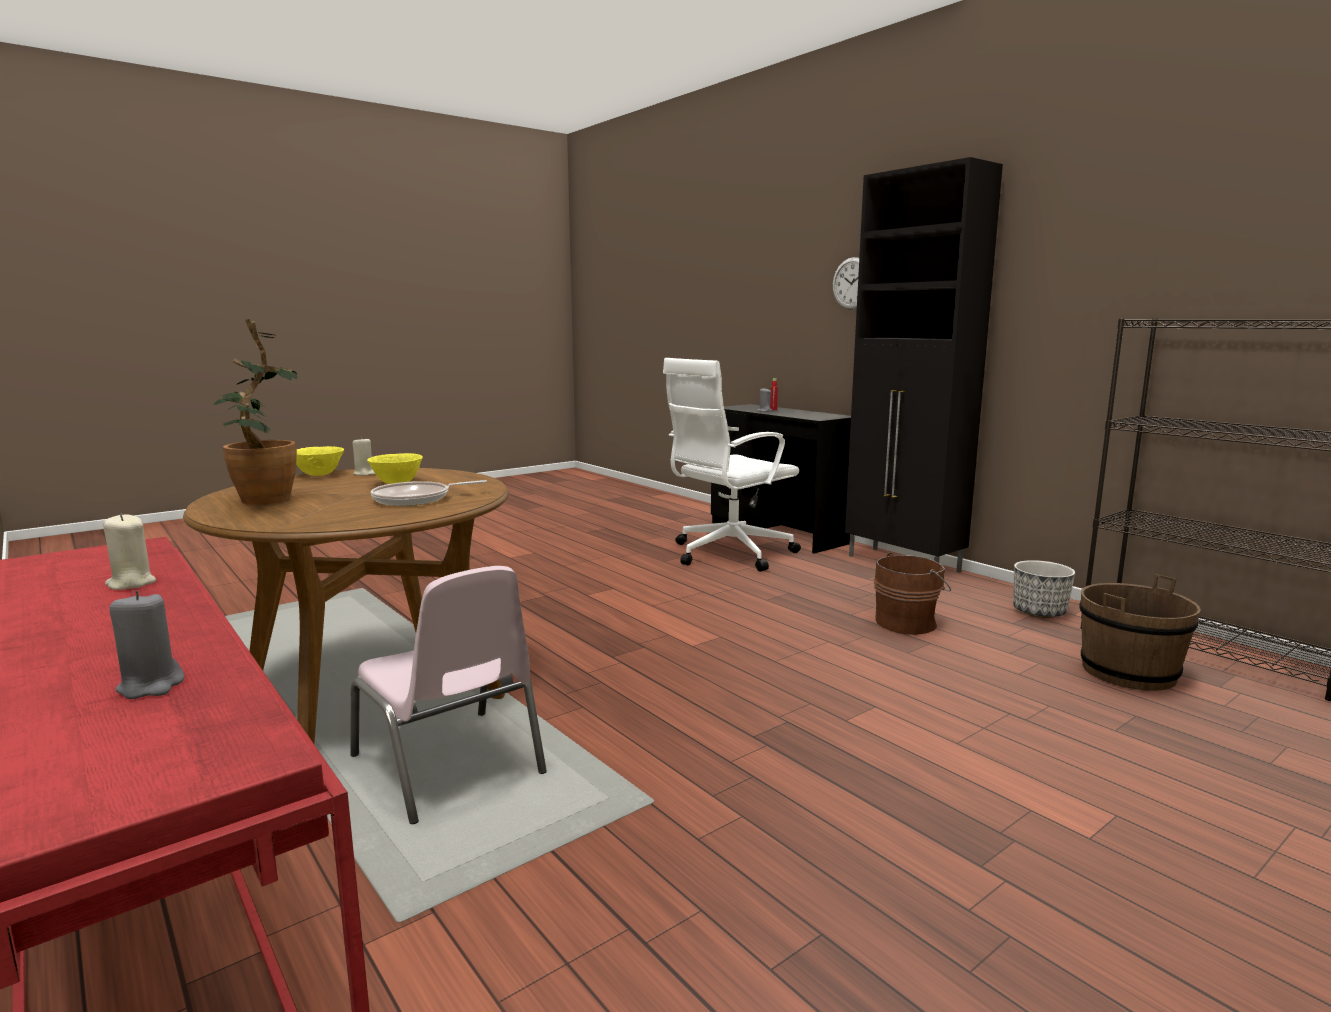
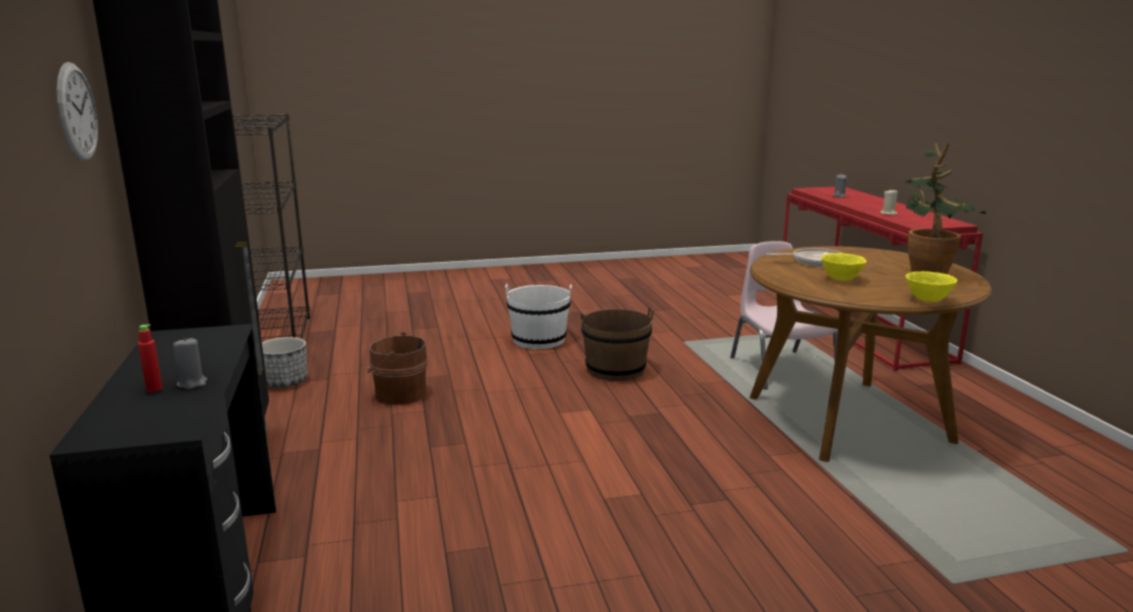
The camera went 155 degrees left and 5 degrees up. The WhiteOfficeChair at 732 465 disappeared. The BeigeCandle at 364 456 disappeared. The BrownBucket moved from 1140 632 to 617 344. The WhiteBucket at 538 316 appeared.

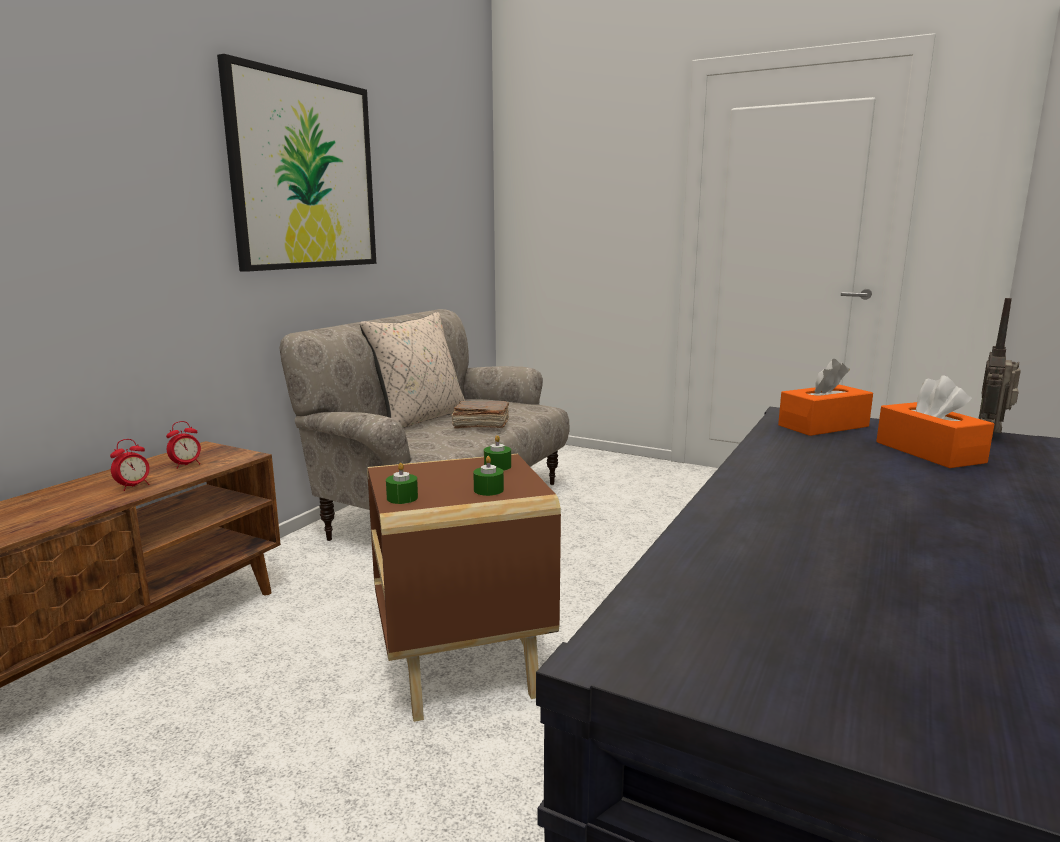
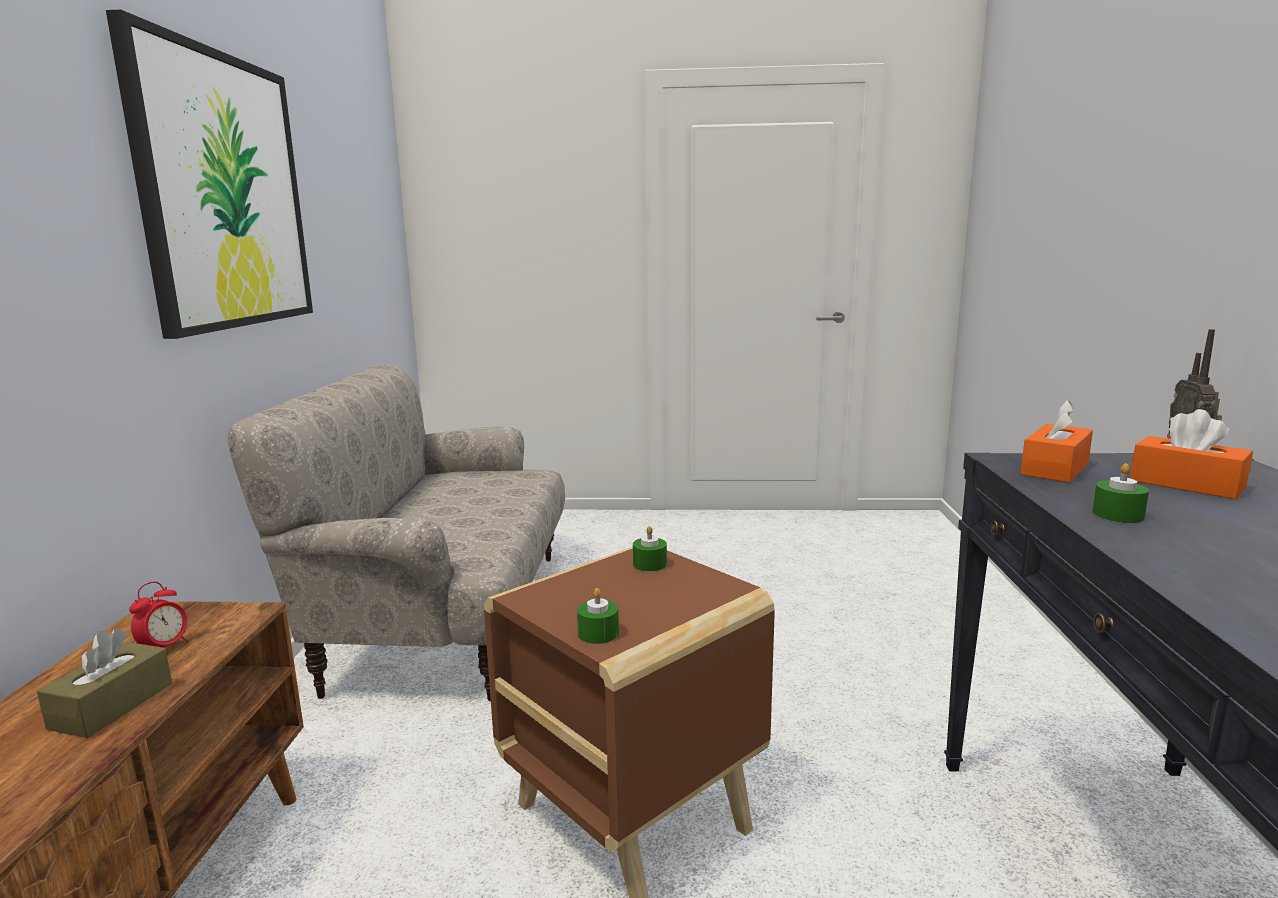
The camera went 25 degrees left and 0 degrees up. The BeigePillow at 412 370 disappeared. The BrownBook at 480 414 disappeared. The AlarmClock at 130 465 was replaced by the BrownTissueBox at 104 683. The GreenCandle moved from 488 476 to 1120 493.

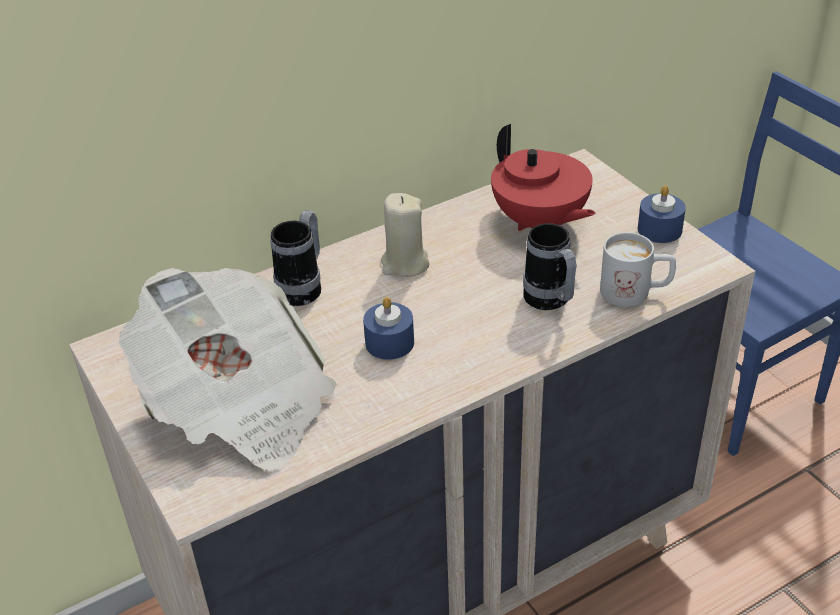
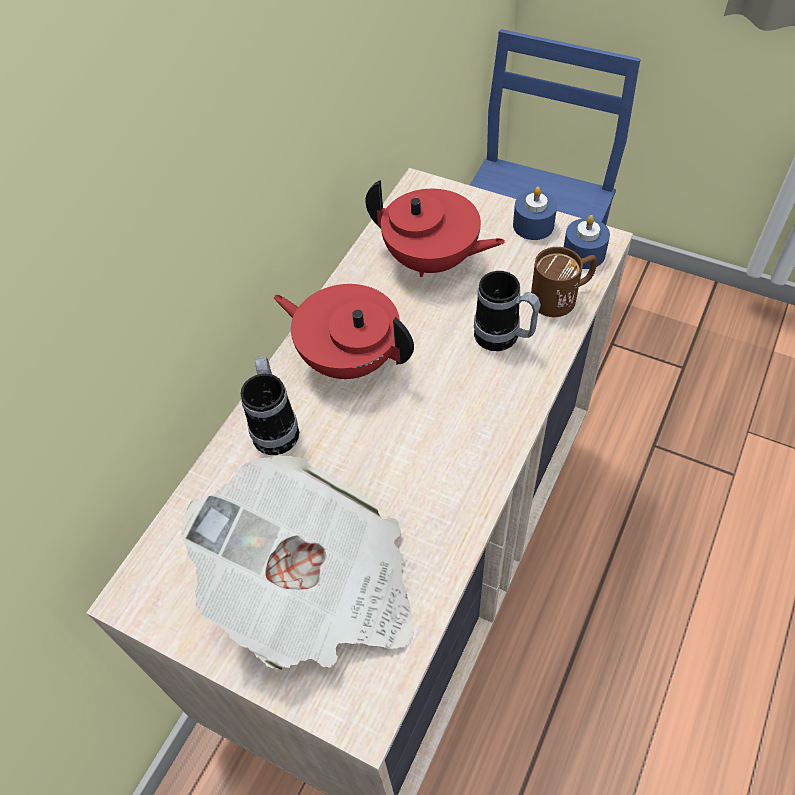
The camera went 30 degrees left and 15 degrees up. The BeigeCandle at 405 235 was replaced by the RedTeapot at 343 331. The WhiteMug at 638 269 became the BrownMug at 564 282. The BlueCandle moved from 388 328 to 587 242.

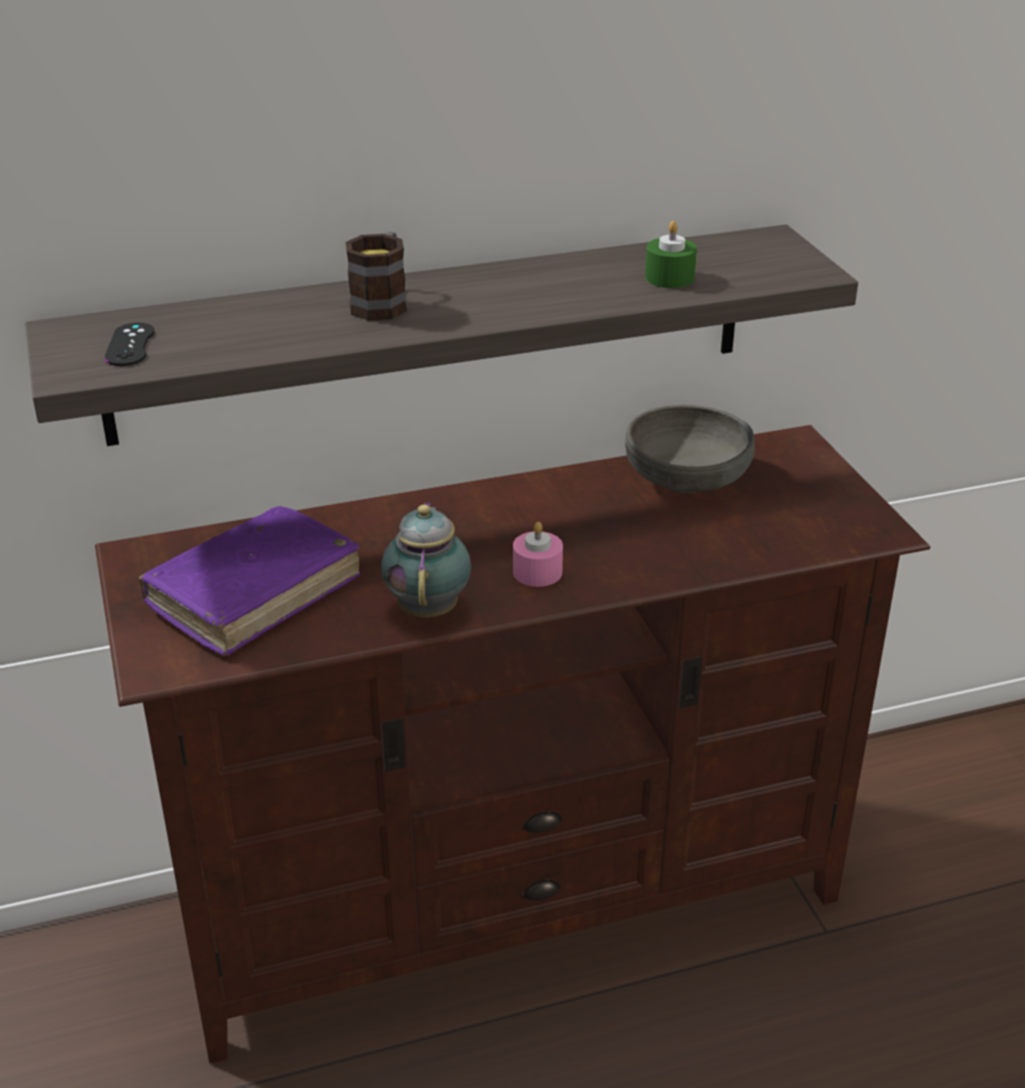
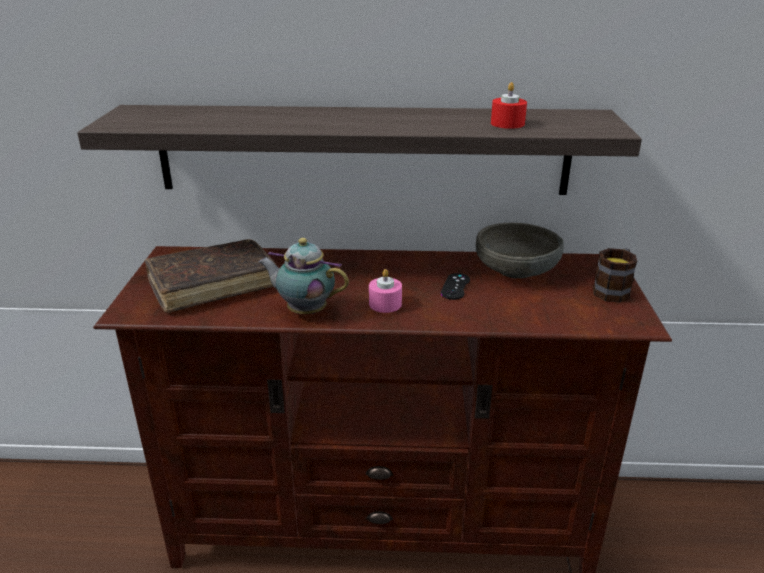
The camera went 20 degrees right and 5 degrees down. The GreenCandle at 671 254 became the RedCandle at 509 105. The Mug moved from 376 276 to 615 275. The BlackGameController moved from 130 344 to 455 286. The Teapot at 426 560 turned 90 degrees counterclockwise. The PurpleBook at 249 581 became the BrownBook at 210 276.

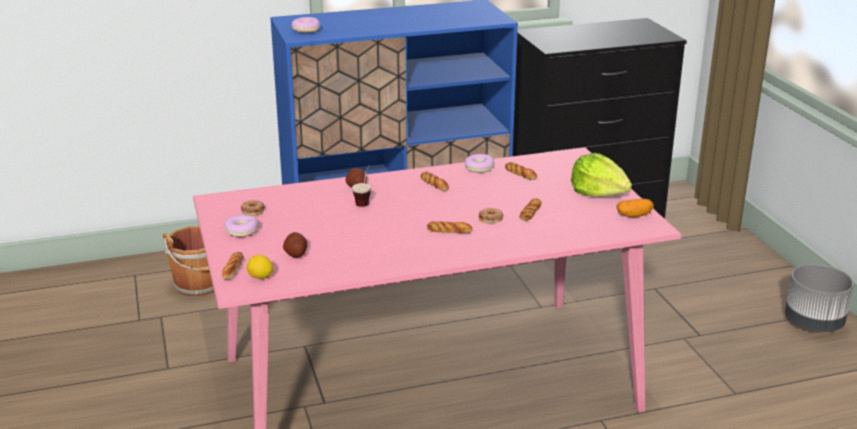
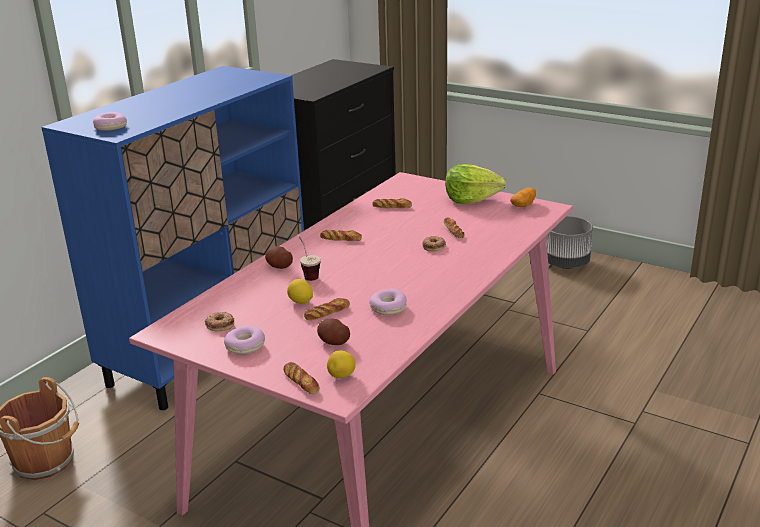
The camera went 40 degrees left and 0 degrees up. The Donut moved from 480 163 to 388 302. The Bread moved from 449 227 to 327 309. The Lemon at 300 291 appeared.

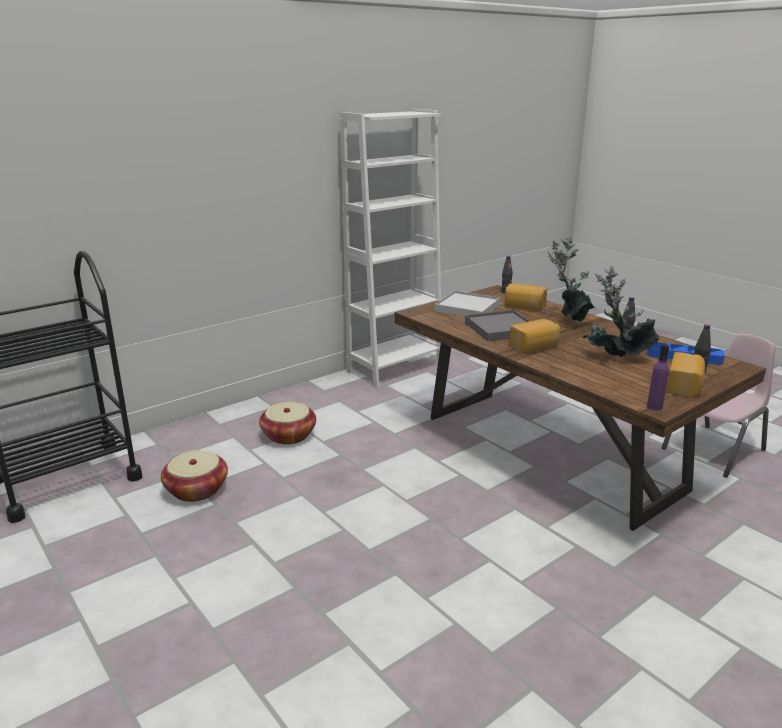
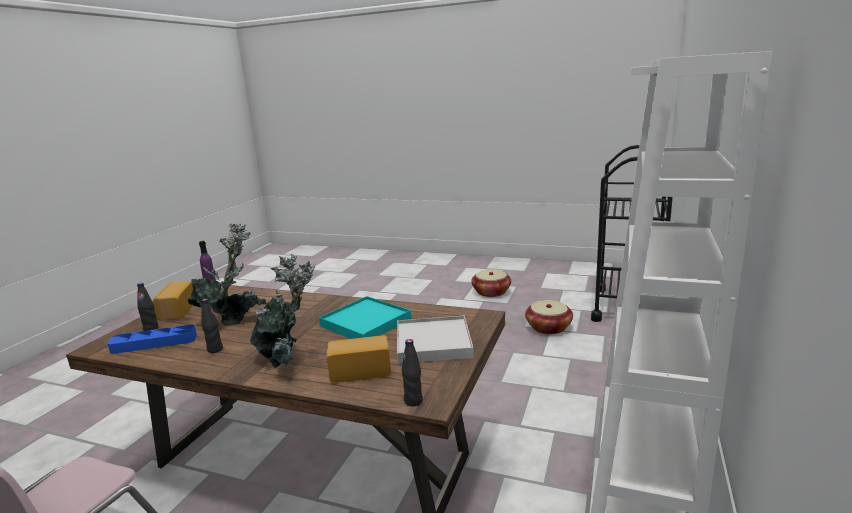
The camera went 150 degrees right and 5 degrees down. The GreyTray at 497 326 became the TurquoiseTray at 365 317. The Bread at 534 336 disappeared. The Basket moved from 287 423 to 491 283.

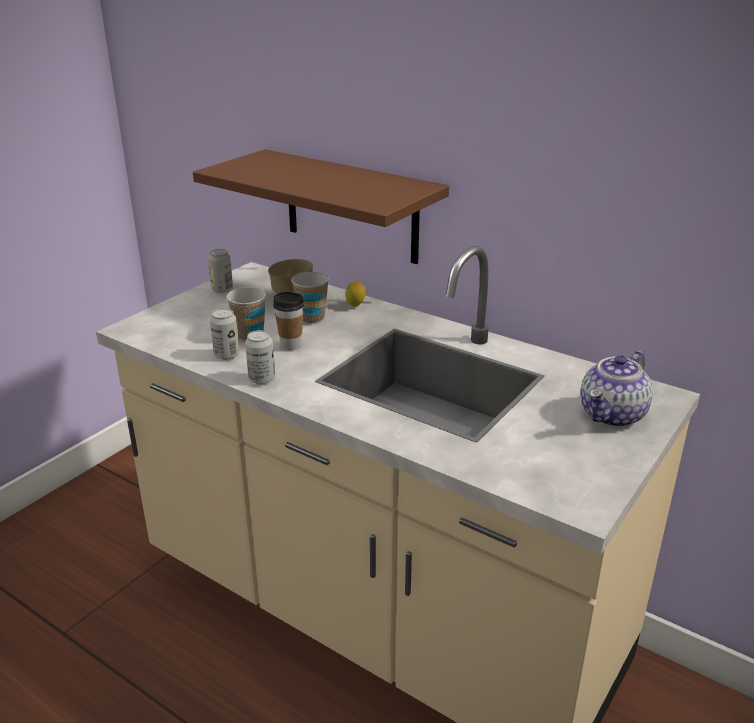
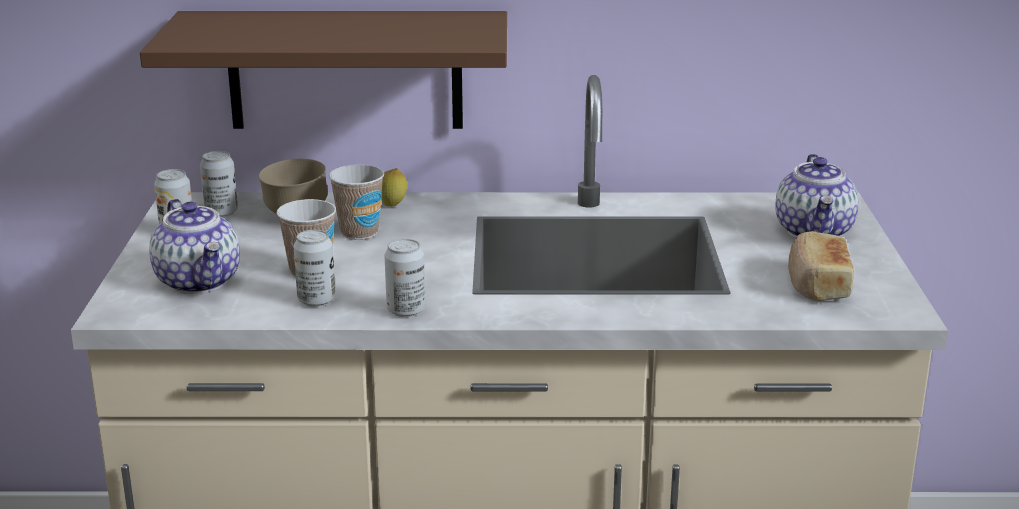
The camera went 35 degrees left and 5 degrees down. The Cup at 288 321 disappeared. The Can at 219 184 appeared. The Teapot at 194 246 appeared. The Bread at 821 266 appeared.

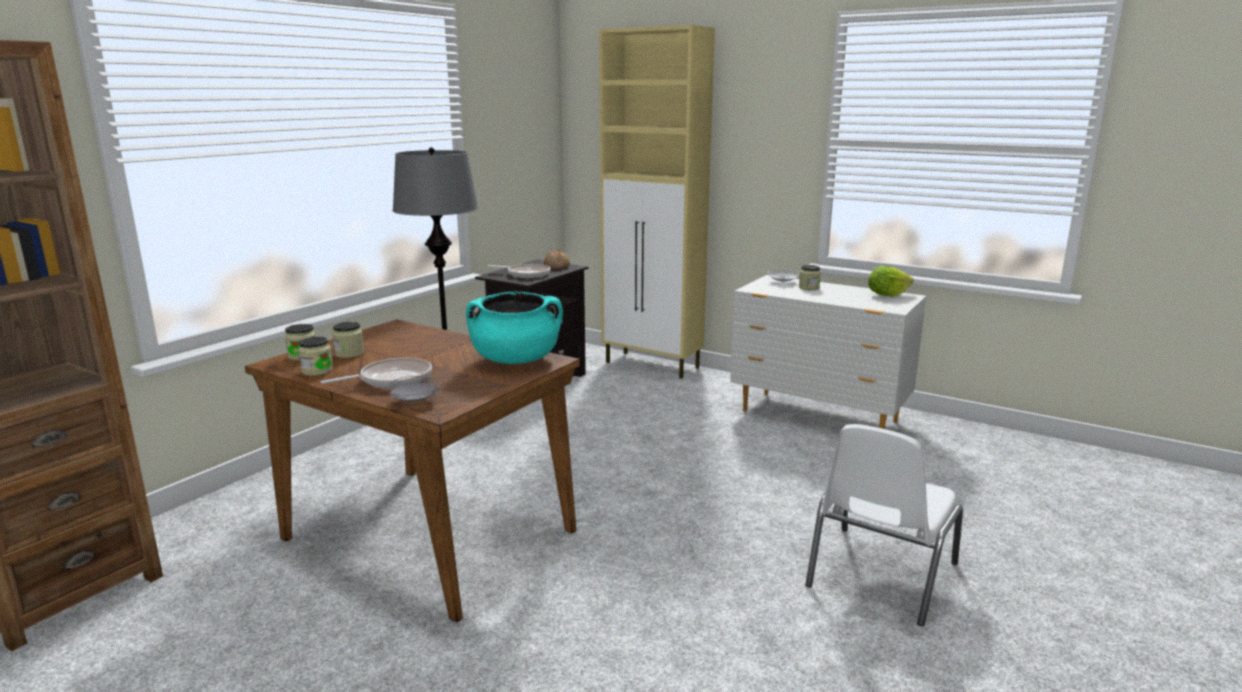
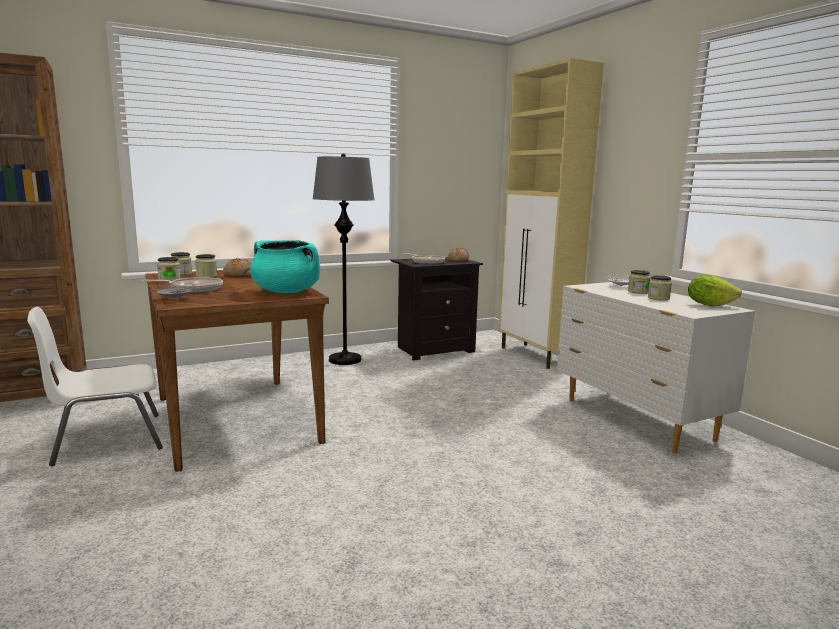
The camera went 30 degrees right and 5 degrees down. The WhiteChair moved from 884 525 to 95 386. The Bread at 237 267 appeared. The Jar at 660 288 appeared.

